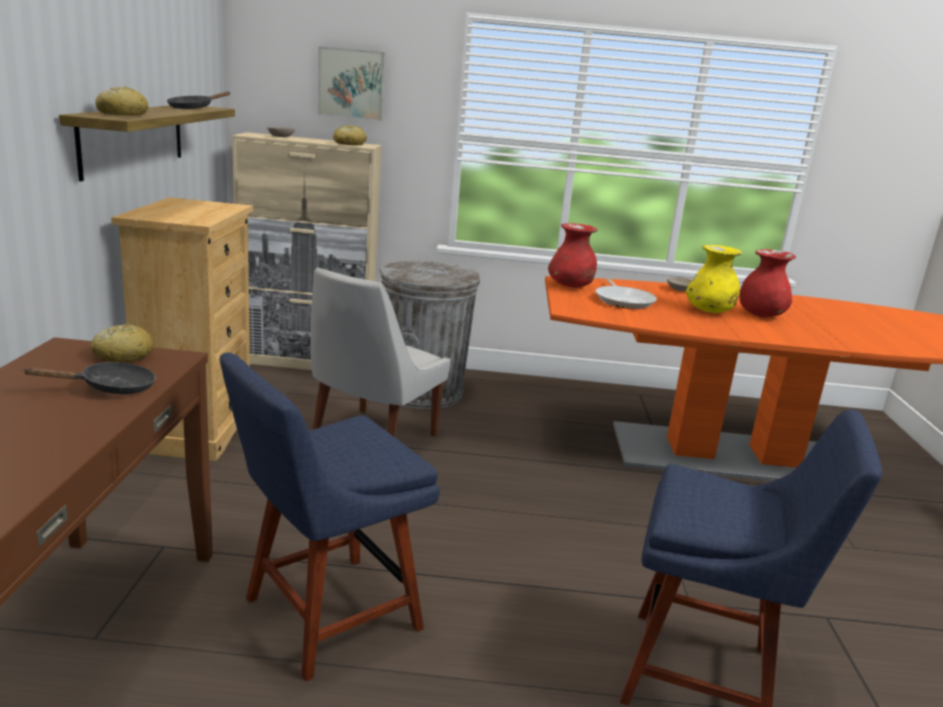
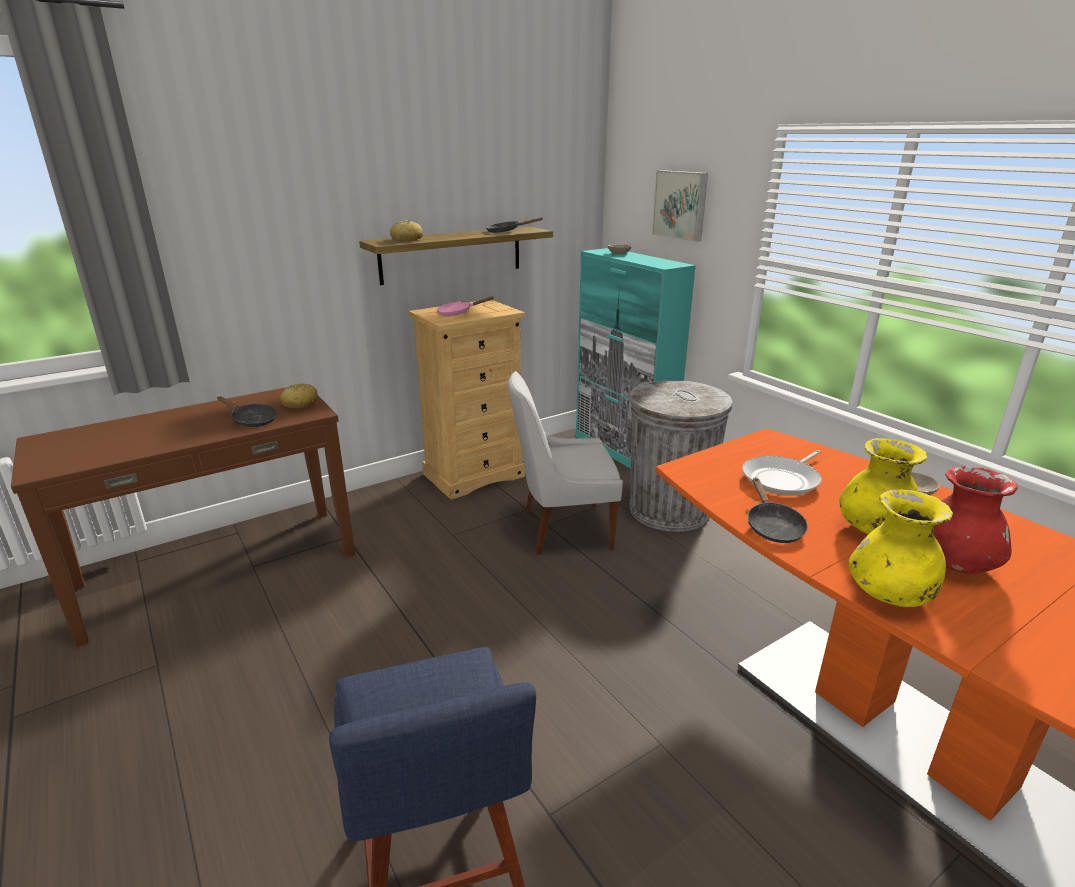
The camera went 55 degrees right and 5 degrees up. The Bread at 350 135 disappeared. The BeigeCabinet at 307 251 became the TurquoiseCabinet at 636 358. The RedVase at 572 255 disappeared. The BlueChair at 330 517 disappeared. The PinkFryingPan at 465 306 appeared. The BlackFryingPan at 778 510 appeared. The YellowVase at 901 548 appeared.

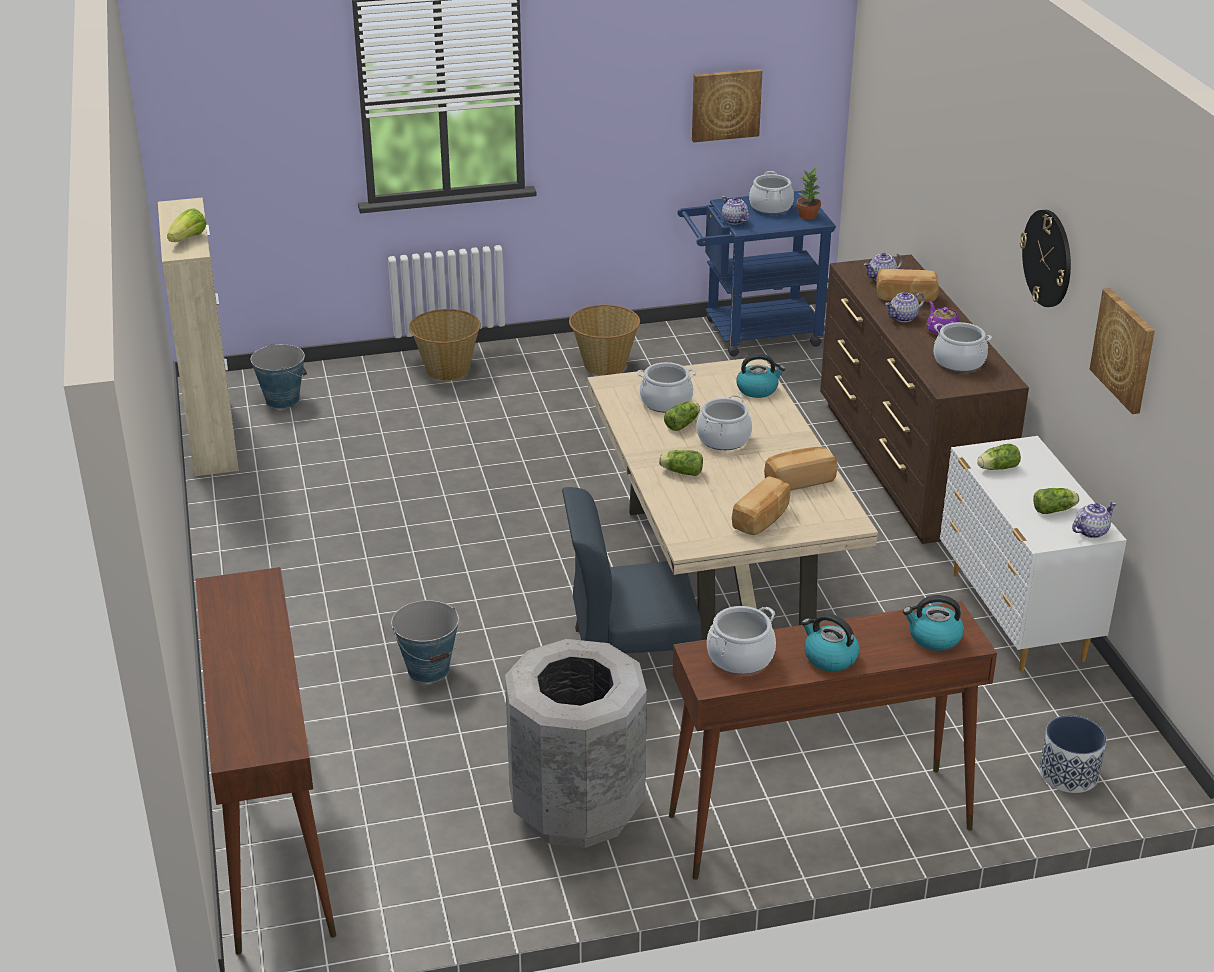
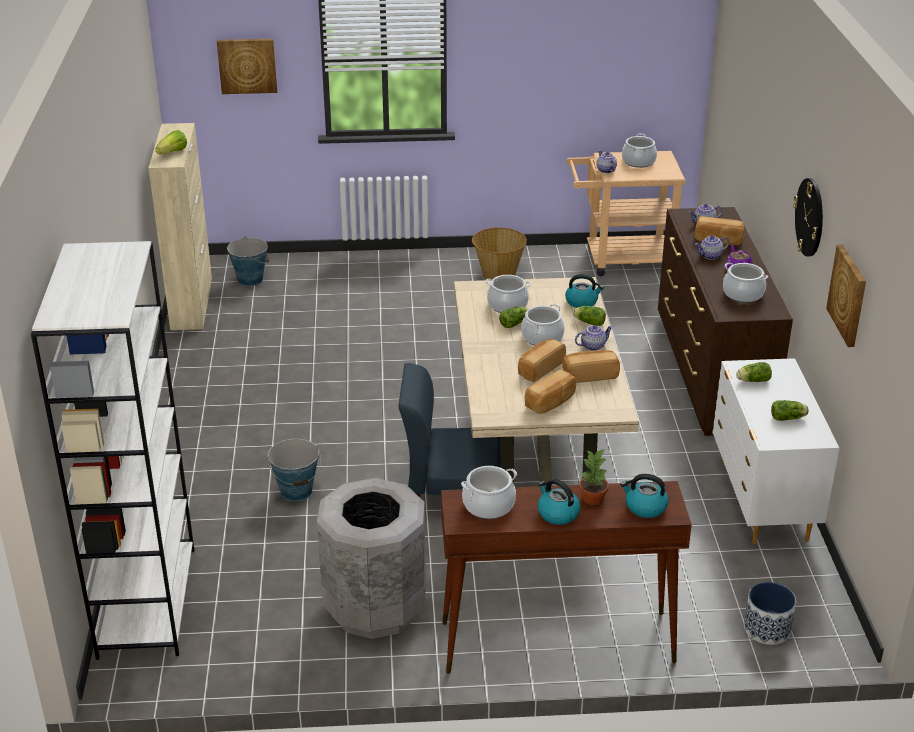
The camera went 10 degrees right and 0 degrees up. The Picture moved from 727 105 to 247 66. The PottedPlant moved from 808 193 to 594 477. The BlueCart at 756 273 became the BeigeCart at 626 213. The Basket at 445 345 disappeared. The Lettuce moved from 681 463 to 589 316. The Teapot moved from 1094 520 to 594 338. The BrownConsoleTable at 266 761 was replaced by the WhiteBookcase at 112 450. The Bread at 542 360 appeared.

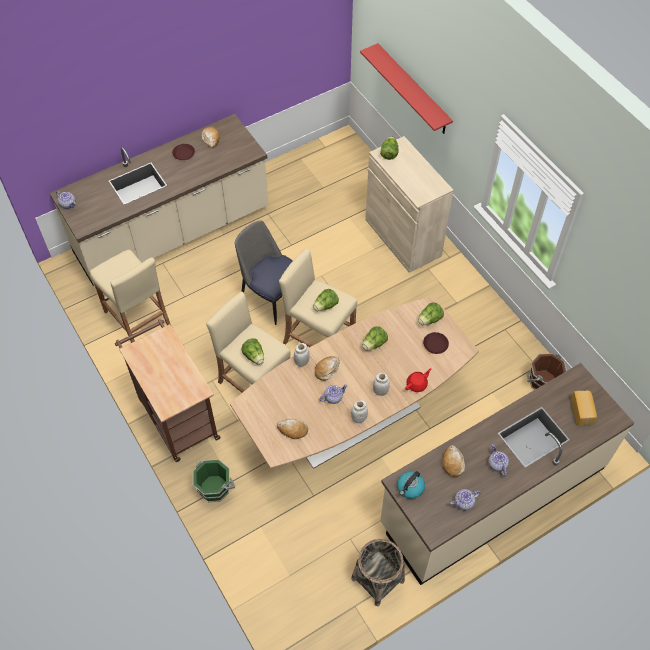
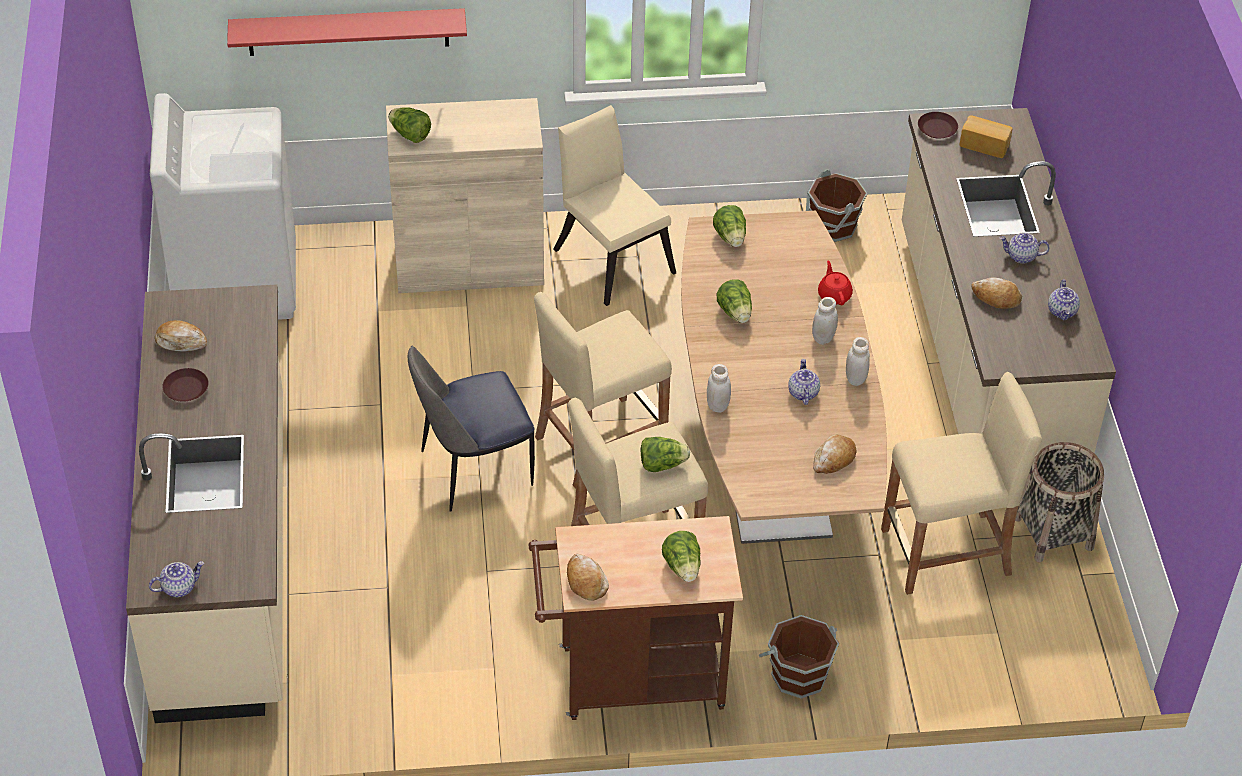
The camera went 65 degrees left and 10 degrees down. The BeigeStool moved from 130 296 to 961 483. The Lettuce moved from 326 300 to 681 556. The BrownPlate moved from 436 343 to 938 125. The Bread moved from 327 368 to 588 577. The GreenBucket at 214 480 became the BrownBucket at 799 657. The Kettle at 411 485 disappeared. The WhiteWashingMachine at 223 206 appeared. The BeigeChair at 614 205 appeared.

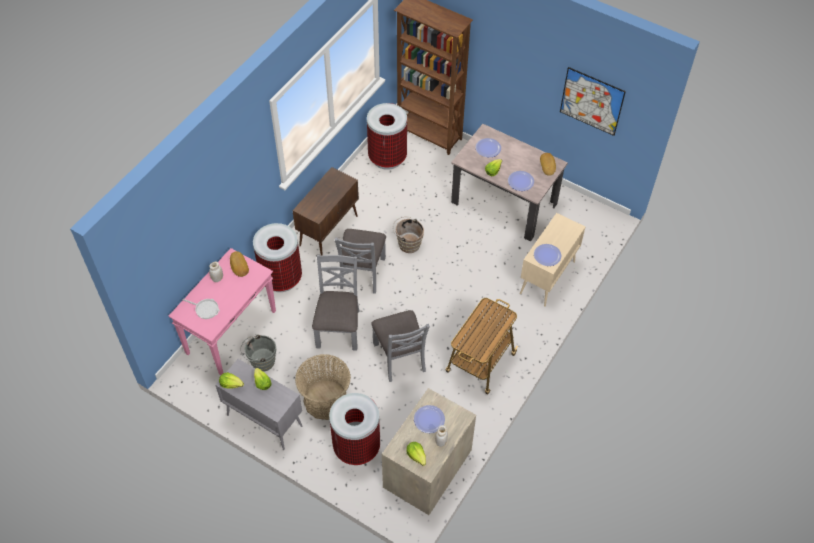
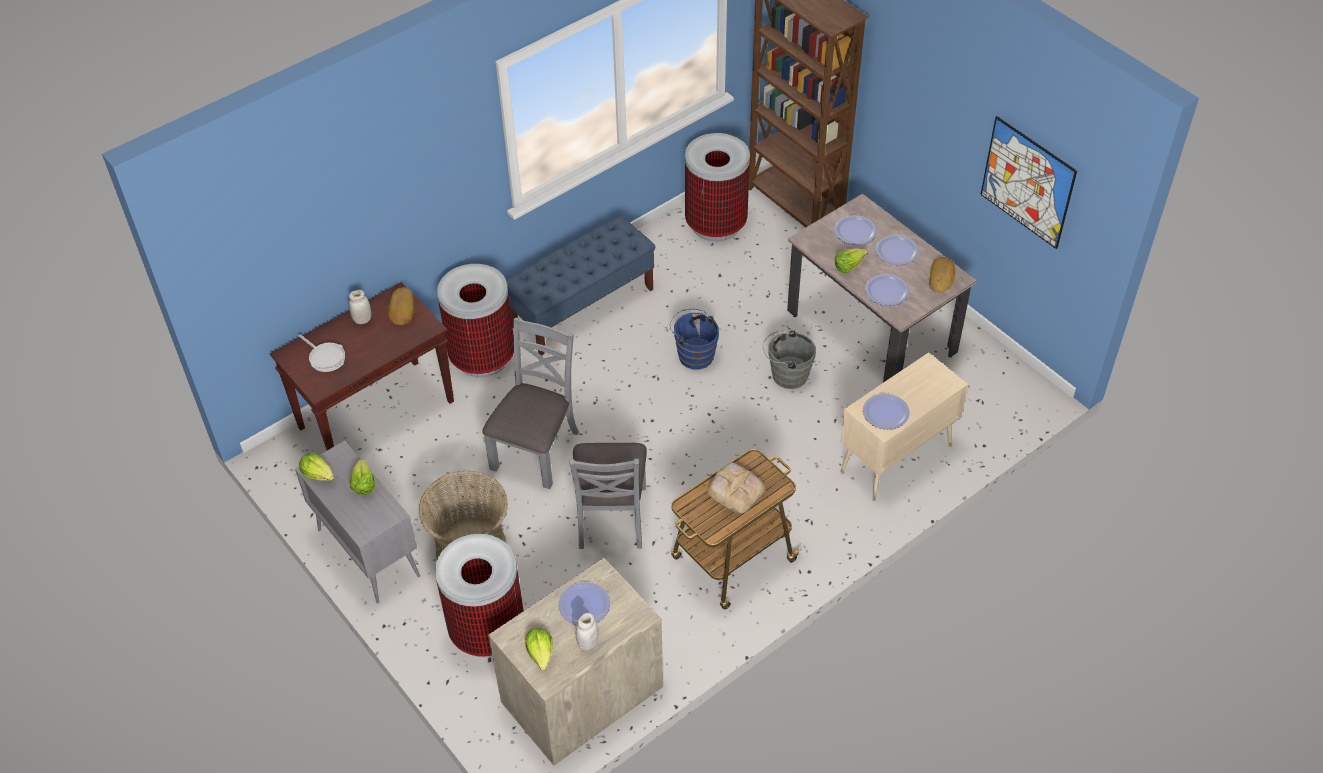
The camera went 20 degrees right and 5 degrees down. The BrownCabinet at 326 211 was replaced by the BlueBench at 580 285. The BrownBucket at 408 235 became the BlueBucket at 694 339. The GreyChair at 360 261 disappeared. The PinkConsoleTable at 222 311 became the BrownConsoleTable at 362 366. The GreyBucket moved from 258 353 to 789 359. The Plate at 897 250 appeared. The Bread at 736 488 appeared.

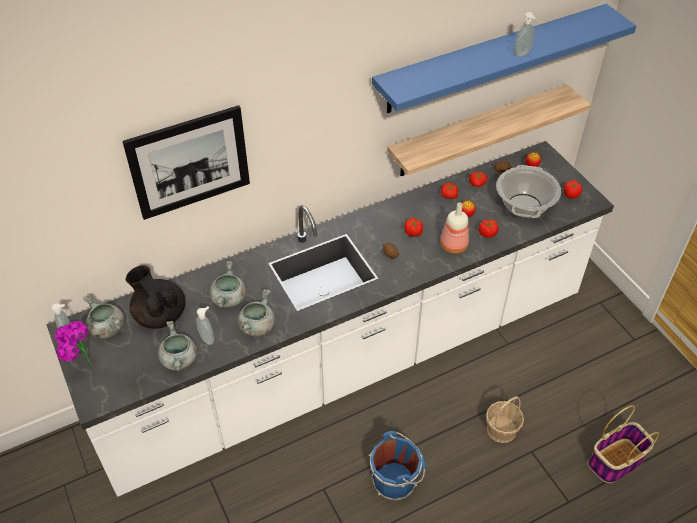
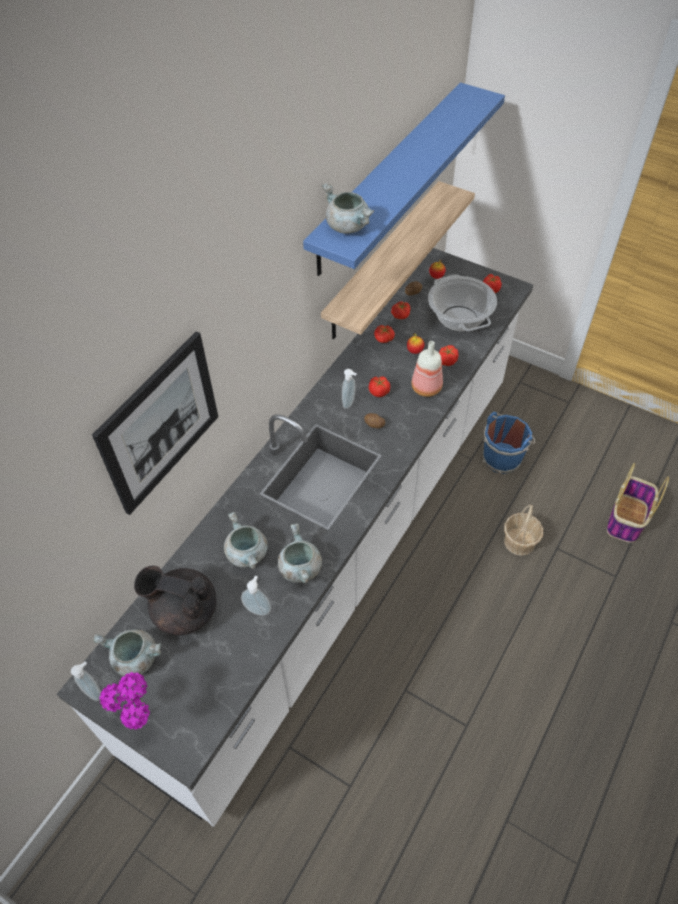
The camera went 30 degrees left and 5 degrees up. The SoapDispenser moved from 525 34 to 349 389. The GreyCookingPot moved from 177 346 to 348 208. The BlueBucket moved from 397 466 to 509 443.

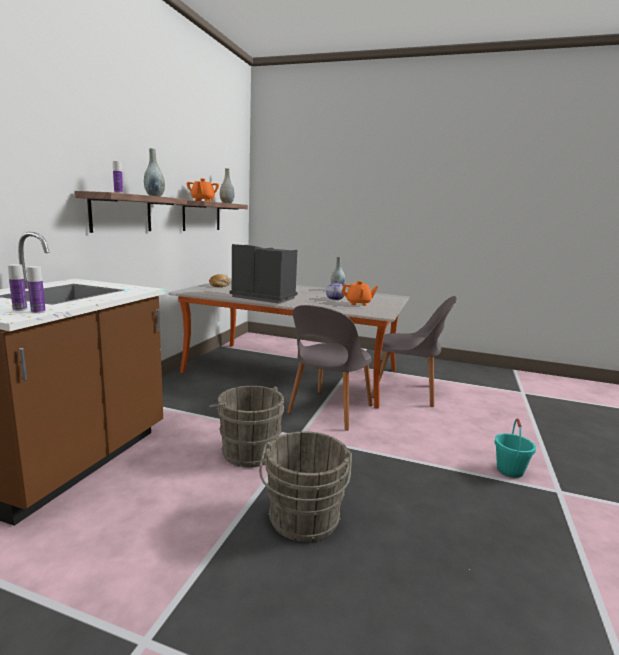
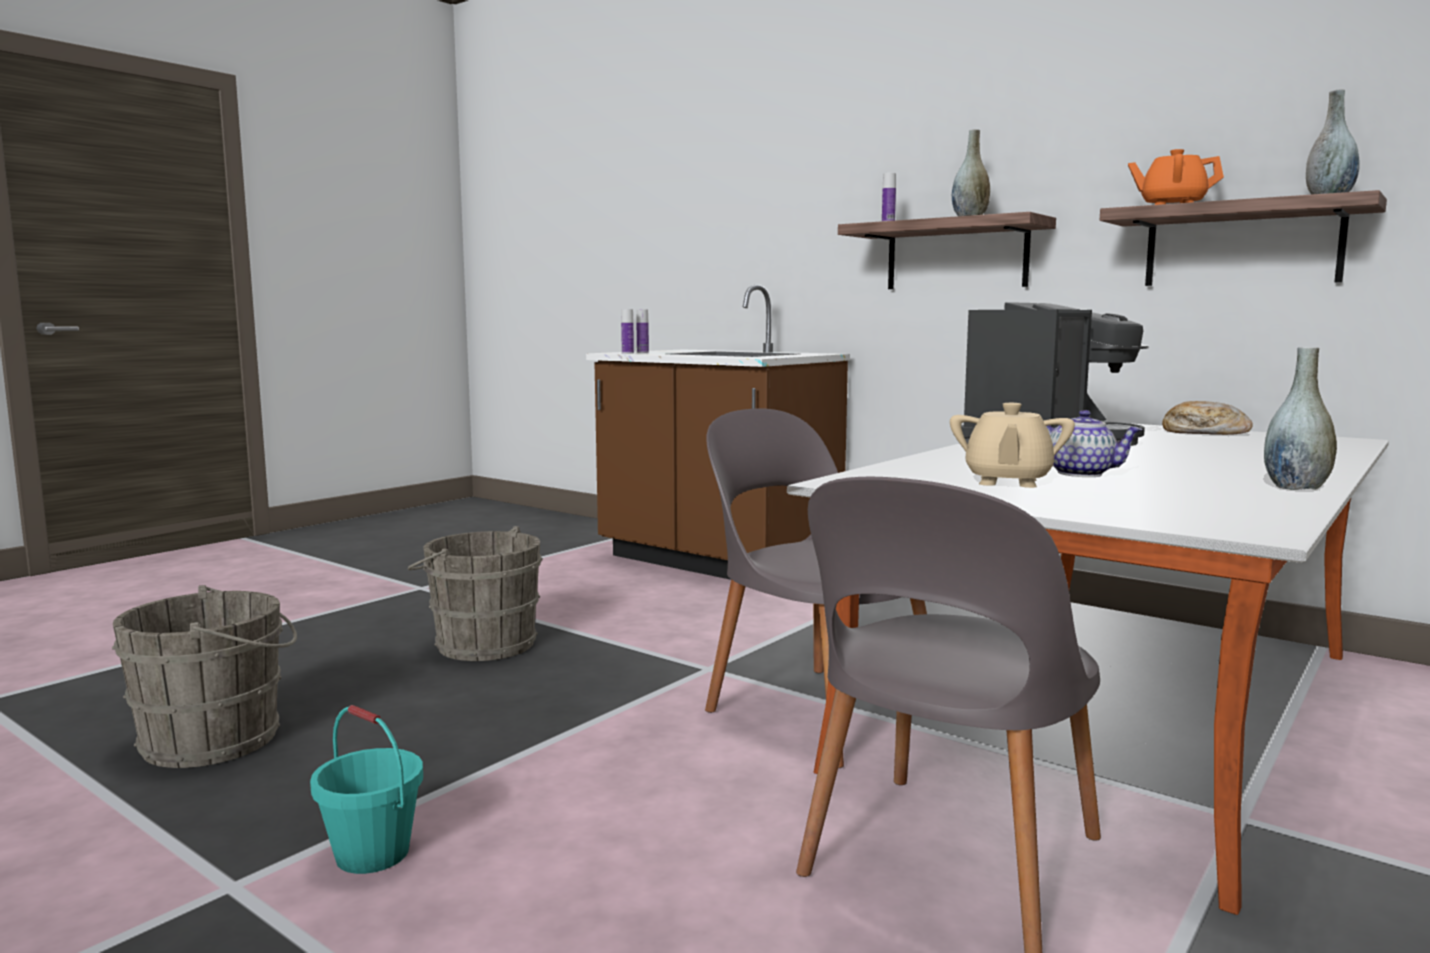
The camera went 110 degrees right and 5 degrees down. The OrangeTeapot at 359 293 became the BeigeTeapot at 1012 445. The GreyBucket moved from 246 426 to 204 676.

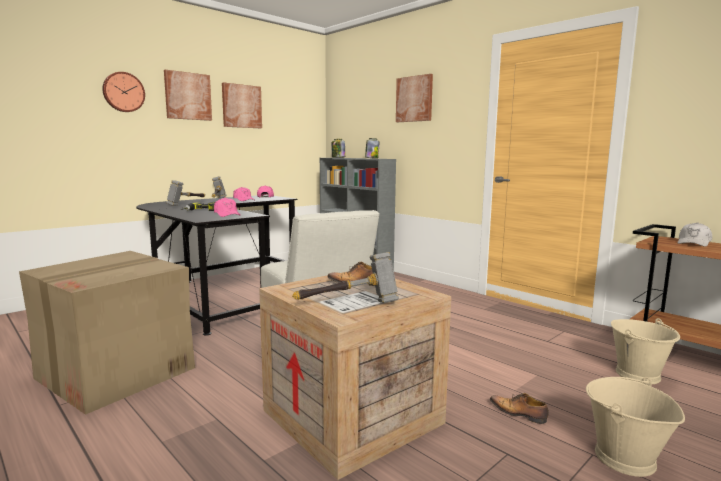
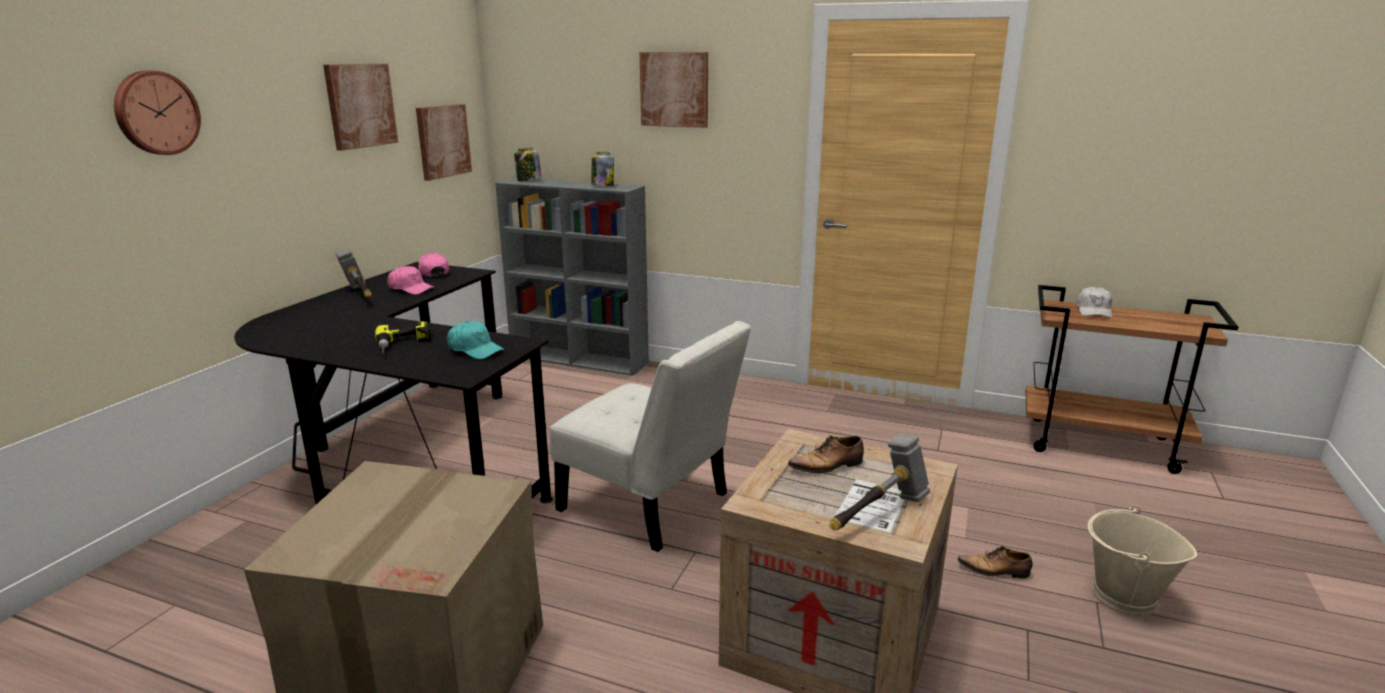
The camera went 25 degrees left and 10 degrees up. The Picture moved from 188 95 to 444 142. The Hammer at 185 193 disappeared. The PinkCap at 227 207 became the TurquoiseCap at 475 340. The BeigeBucket at 645 351 disappeared.

